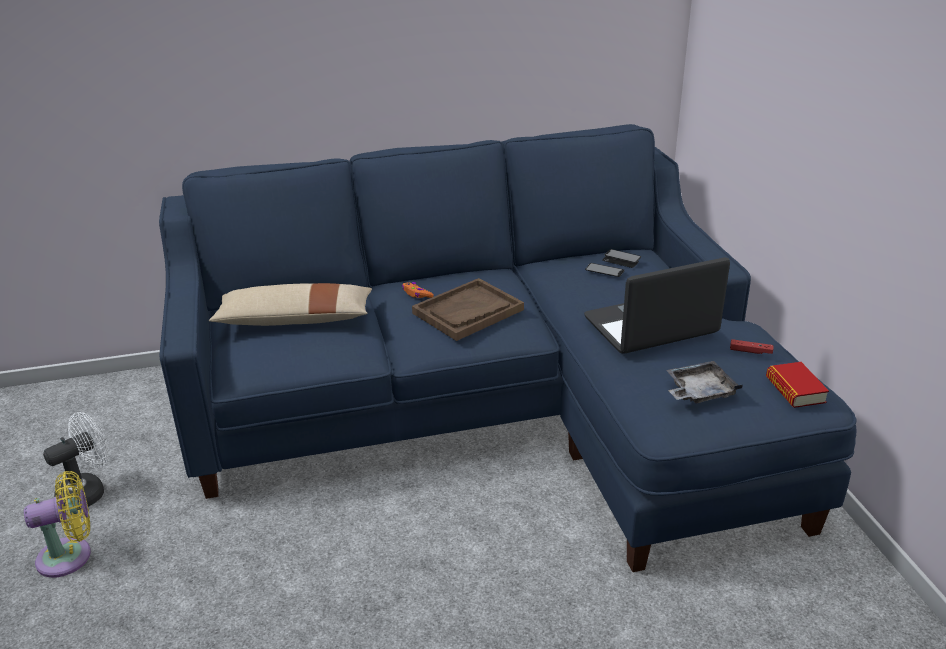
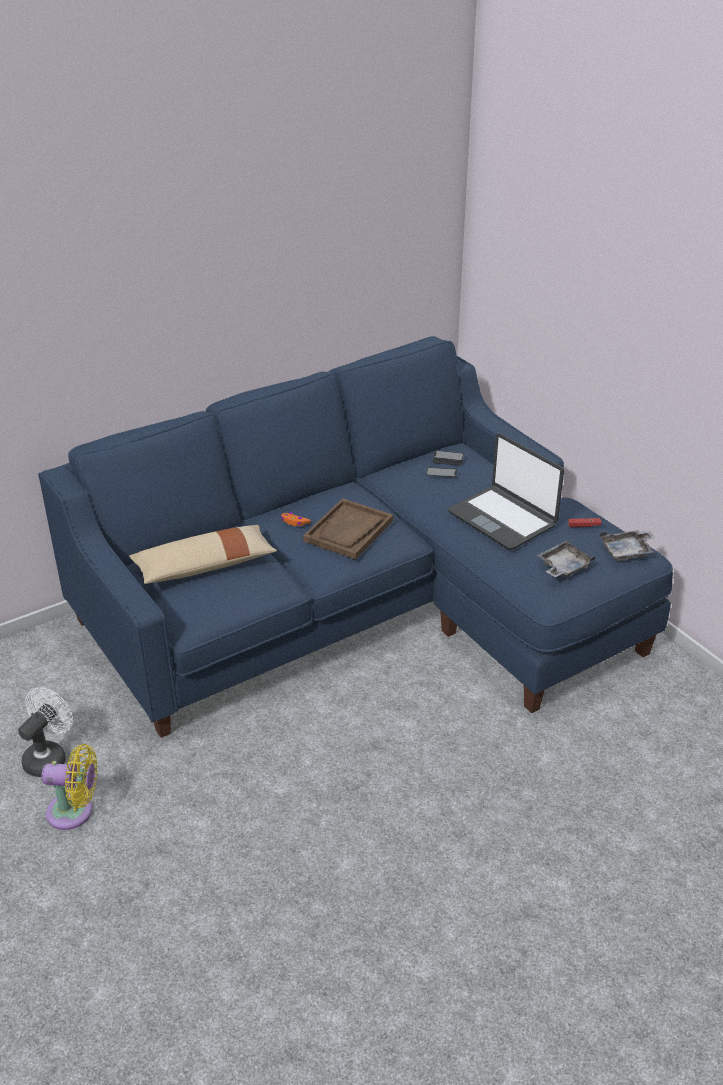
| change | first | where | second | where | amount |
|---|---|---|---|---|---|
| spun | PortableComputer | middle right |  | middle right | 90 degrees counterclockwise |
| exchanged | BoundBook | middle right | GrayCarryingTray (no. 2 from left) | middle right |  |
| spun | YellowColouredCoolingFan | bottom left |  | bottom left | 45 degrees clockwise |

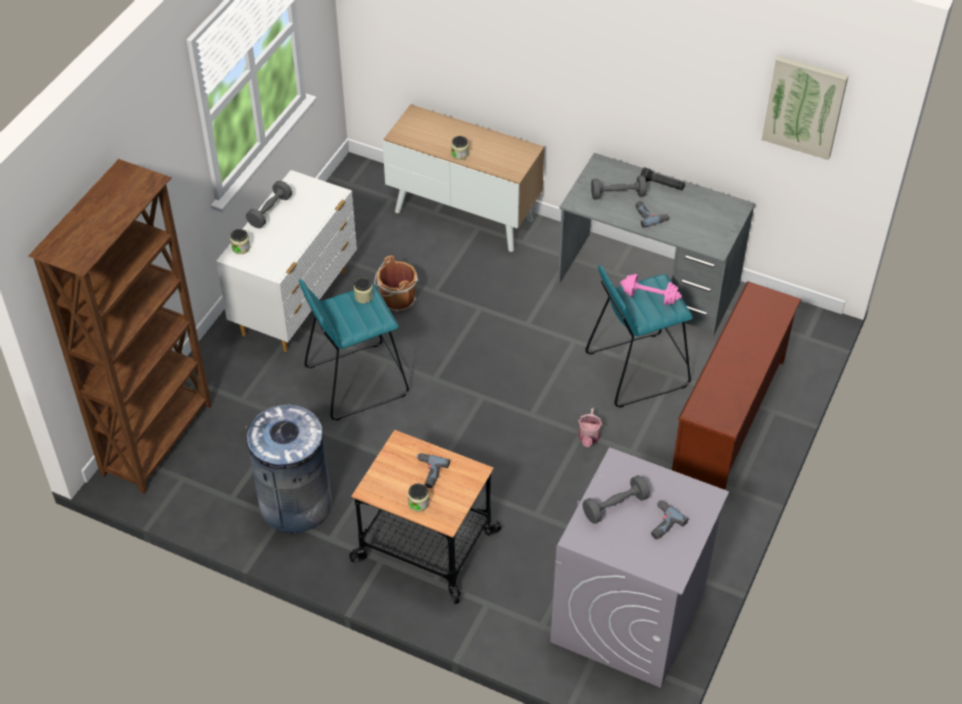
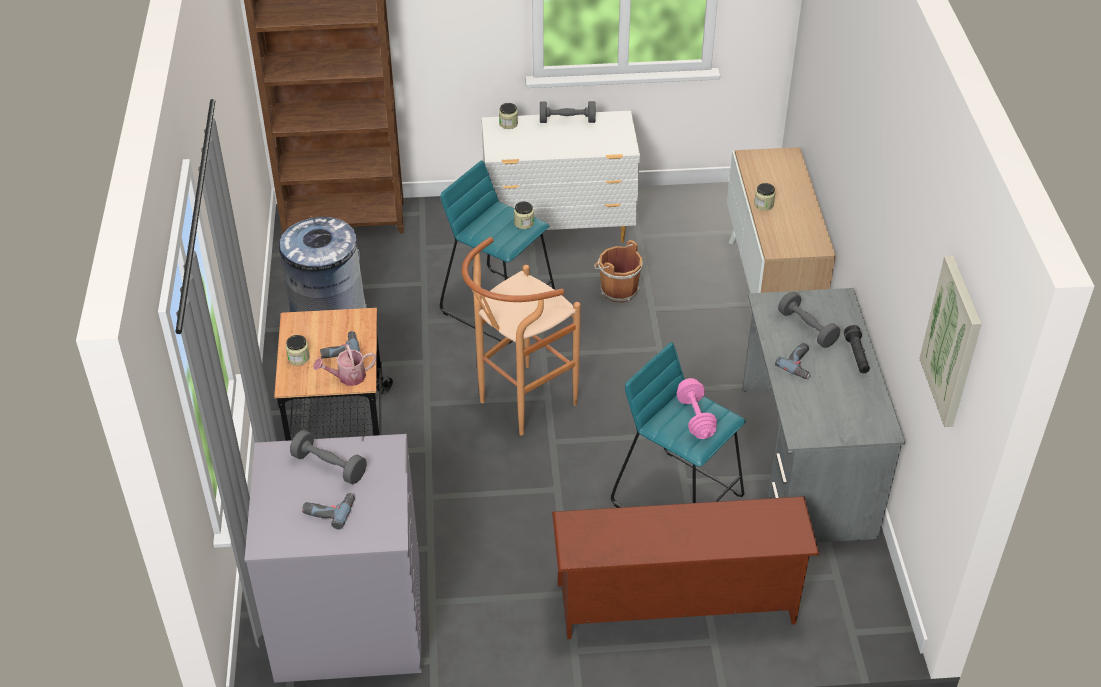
| change | first | where | second | where | amount |
|---|---|---|---|---|---|
| relocated | SprinklingCan | centre |  | middle left |  |
| appeared |  |  | BrownStool | centre |  |

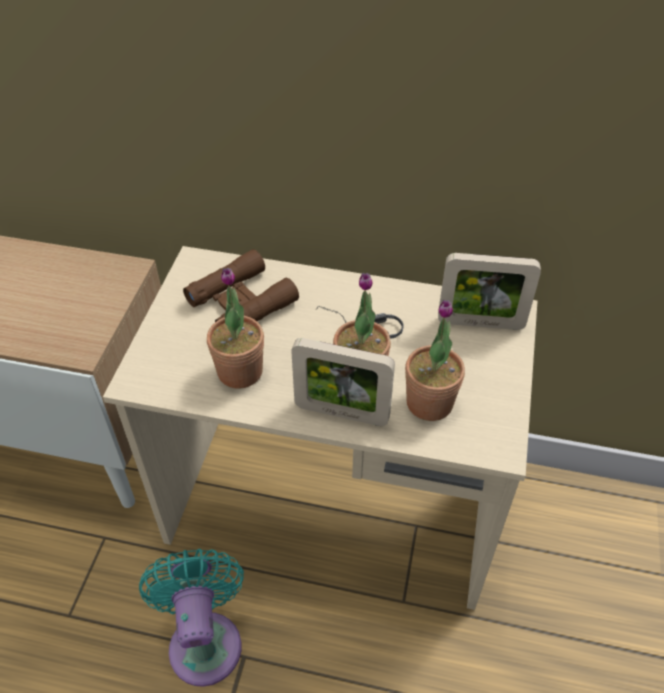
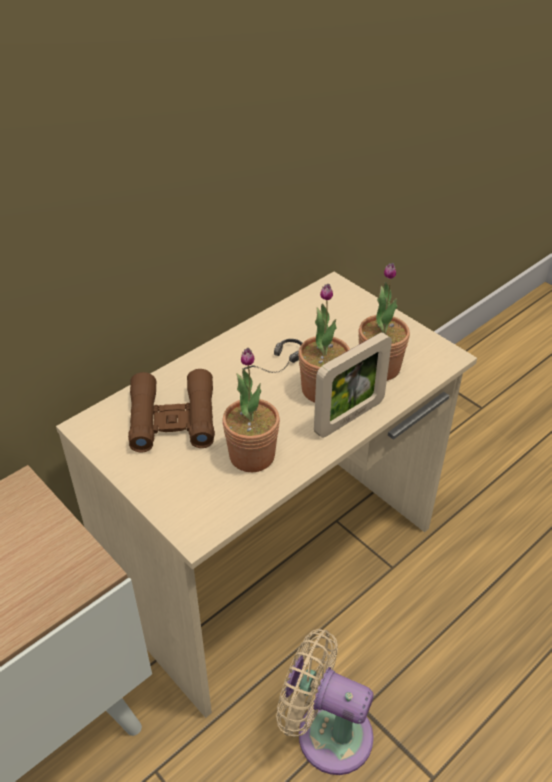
| change | first | where | second | where | amount |
|---|---|---|---|---|---|
| missing | PictureFrame (no. 2 from left) | middle right |  |  |  |
| colour | BlueGreenCoolingFan | bottom left | BeigeColouredCoolingFan | bottom centre |  |

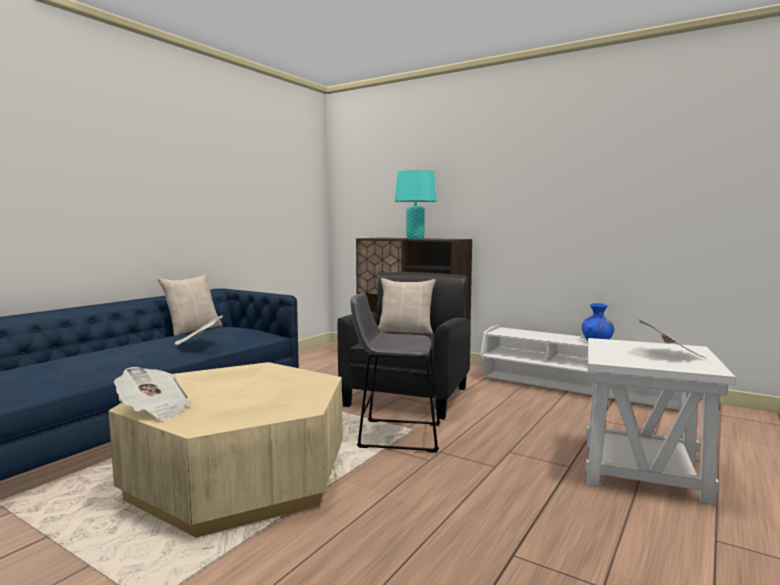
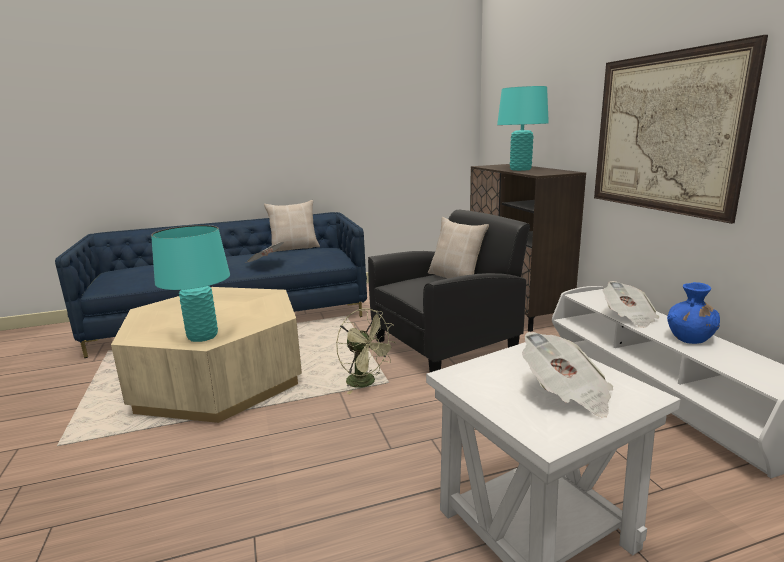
| change | first | where | second | where | amount |
|---|---|---|---|---|---|
| exchanged | GrayStool | centre | GreenColouredCoolingFan | centre |  |
| relocated | PrintedPaper (no. 1 from left in the first image) | bottom left | PrintedPaper (no. 3 from left) | middle right |  |
| appeared |  |  | Picture | top right |  |
| appeared |  |  | BlueGreenLampForATable (no. 1 from left) | middle left |  |

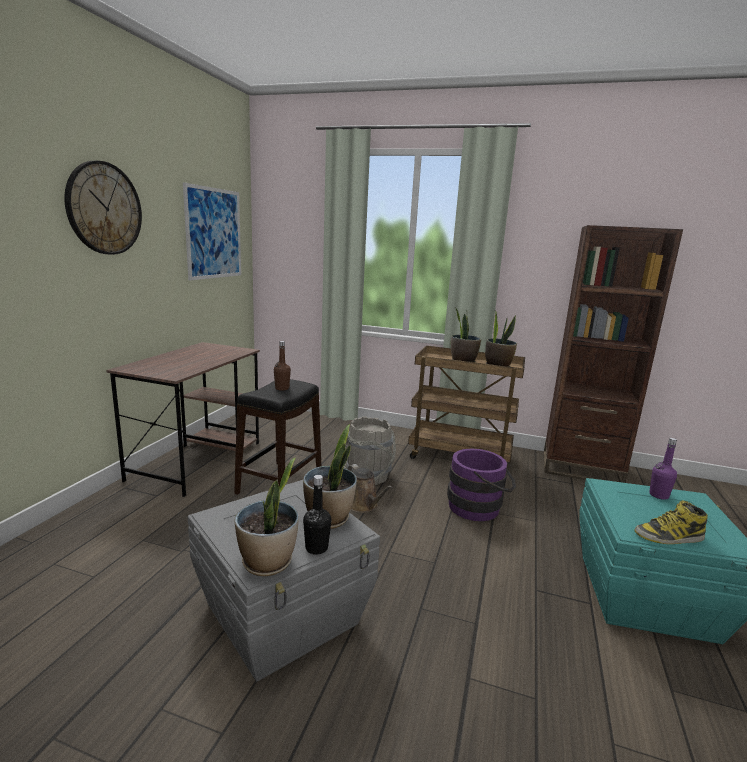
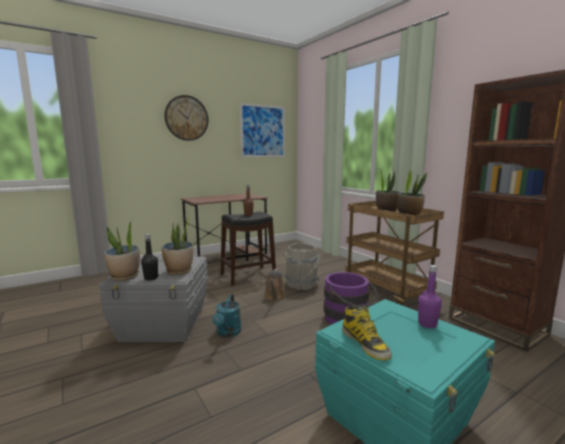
| change | first | where | second | where | amount |
|---|---|---|---|---|---|
| spun | TallBoot | bottom right |  | bottom centre | 150 degrees counterclockwise |
| appeared |  |  | BlueGreenSprinklingCan | bottom centre |  |

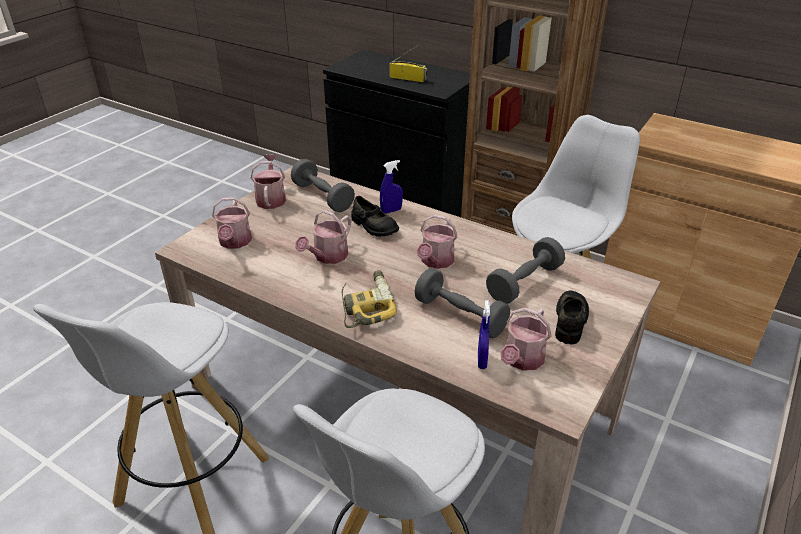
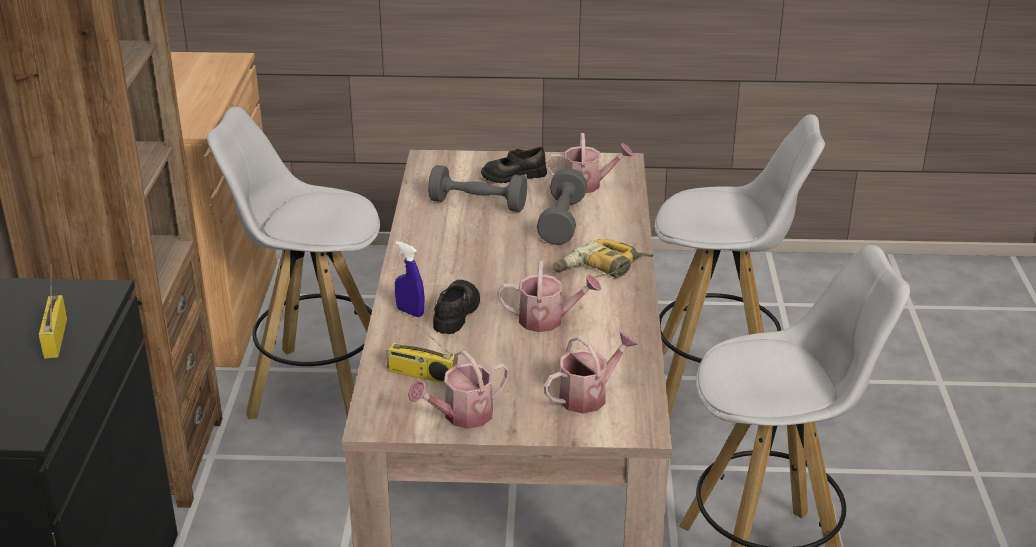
| change | first | where | second | where | amount |
|---|---|---|---|---|---|
| exchanged | GrayFreeWeight (no. 1 from left) | centre | RadioReceiver (no. 2 from left) | centre |  |
| missing | SprinklingCan (no. 4 from left) | centre |  |  |  |
| missing | BlueColouredHandSprayer (no. 2 from left) | centre |  |  |  |

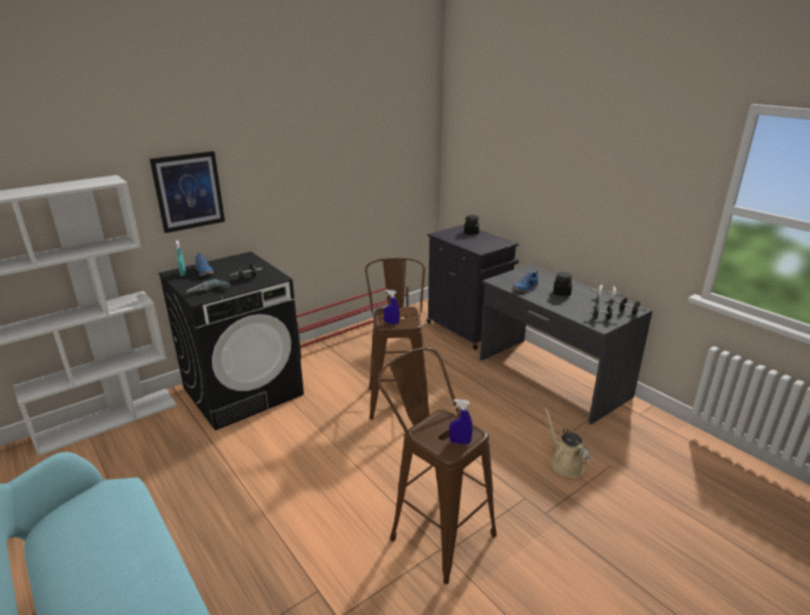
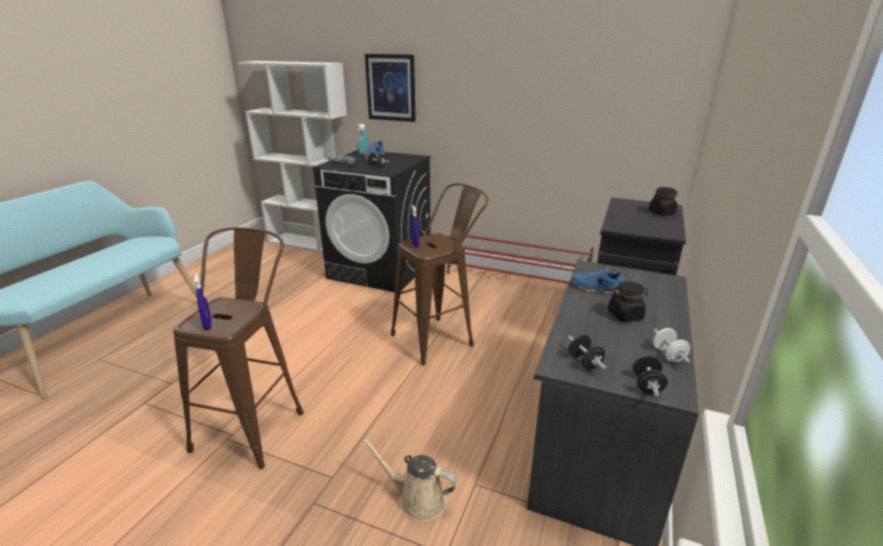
| change | first | where | second | where | amount |
|---|---|---|---|---|---|
| spun | BeigeColouredSprinklingCan | bottom right |  | bottom centre | 105 degrees counterclockwise |

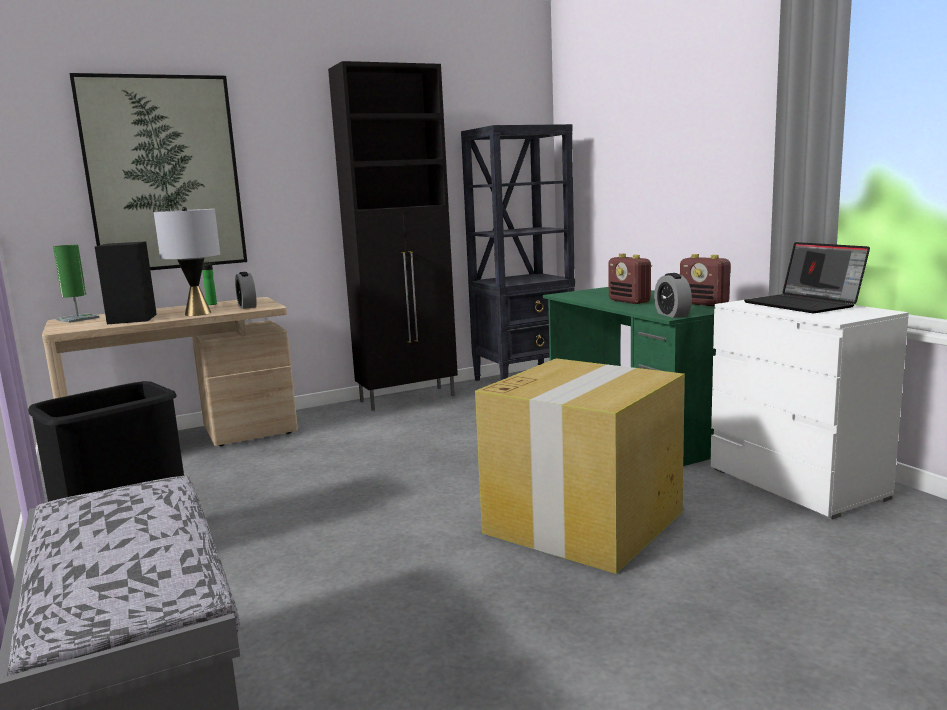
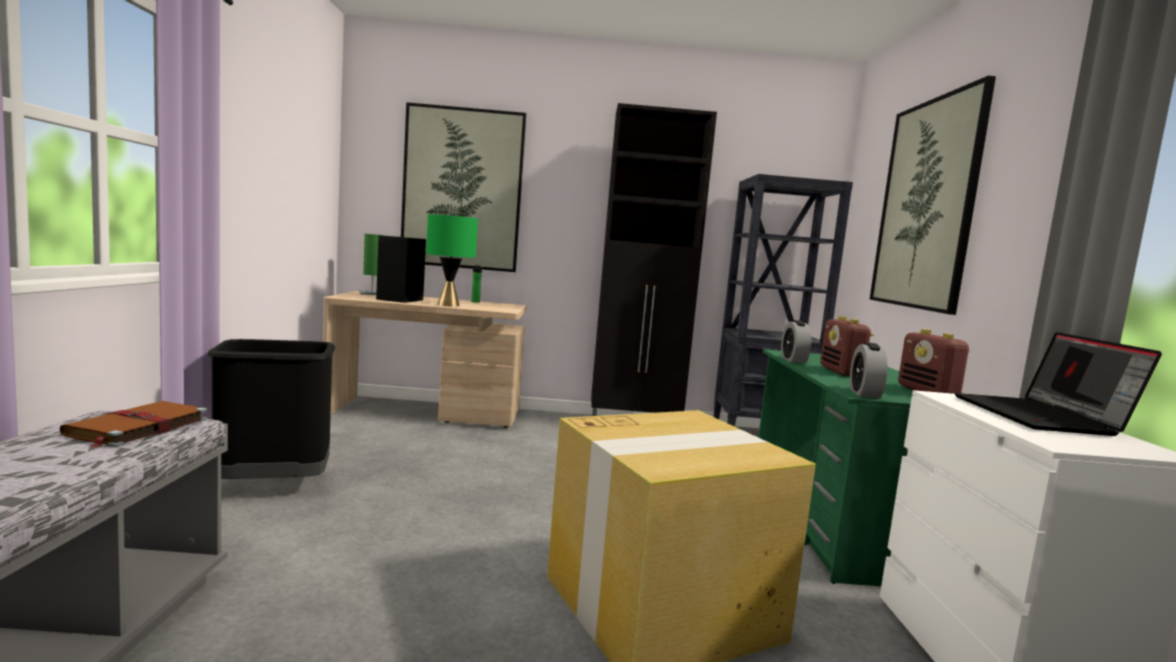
| change | first | where | second | where | amount |
|---|---|---|---|---|---|
| colour | GrayLampForATable | middle left | GreenColouredLampForATable (no. 2 from left) | centre |  |
| relocated | BedsideClock (no. 1 from left) | middle left |  | middle right |  |
| appeared |  |  | Picture (no. 2 from left) | top right |  |
| appeared |  |  | BrownBoundBook | middle left |  |

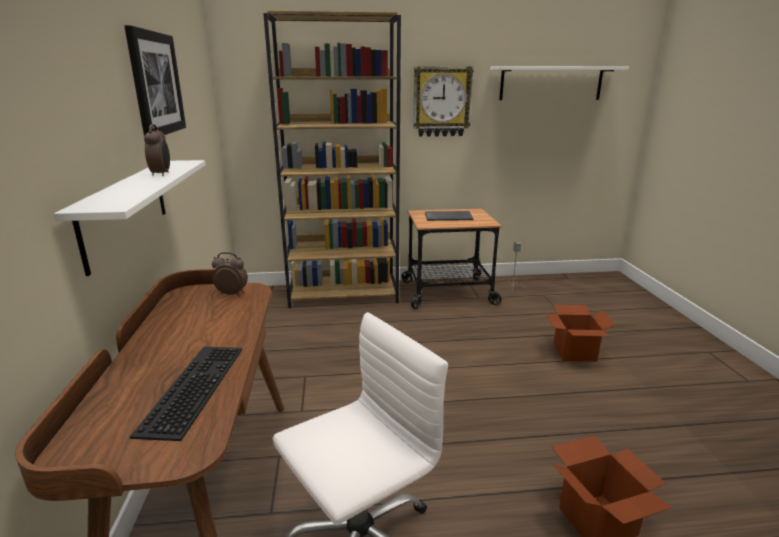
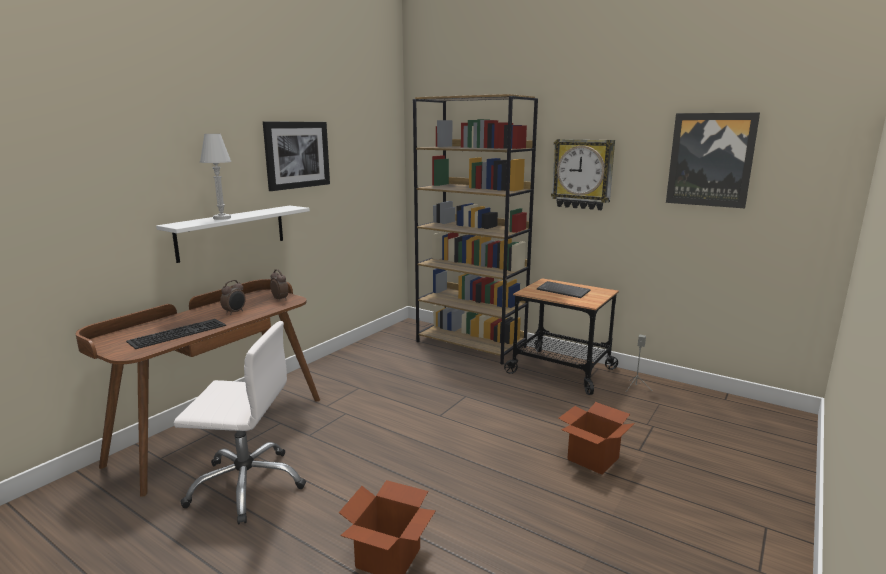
| change | first | where | second | where | amount |
|---|---|---|---|---|---|
| exchanged | WhiteShelf (no. 2 from left) | top right | Picture (no. 2 from left) | top right |  |
| relocated | BedsideClock (no. 1 from left) | top left |  | middle left |  |
| appeared |  |  | WhiteLampForATable | top left |  |

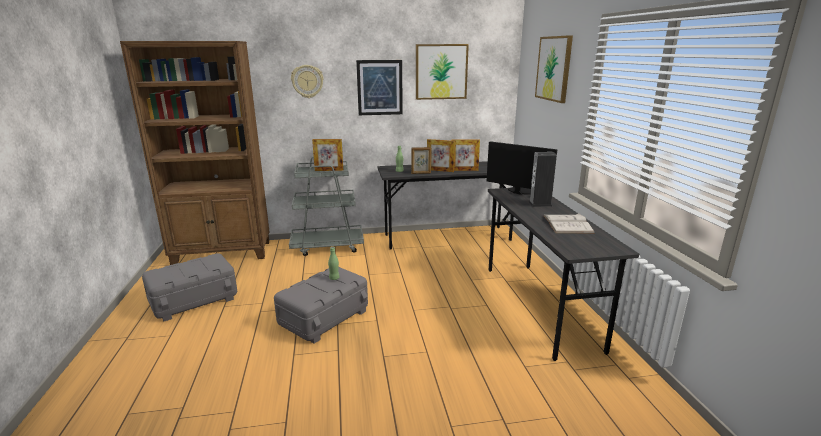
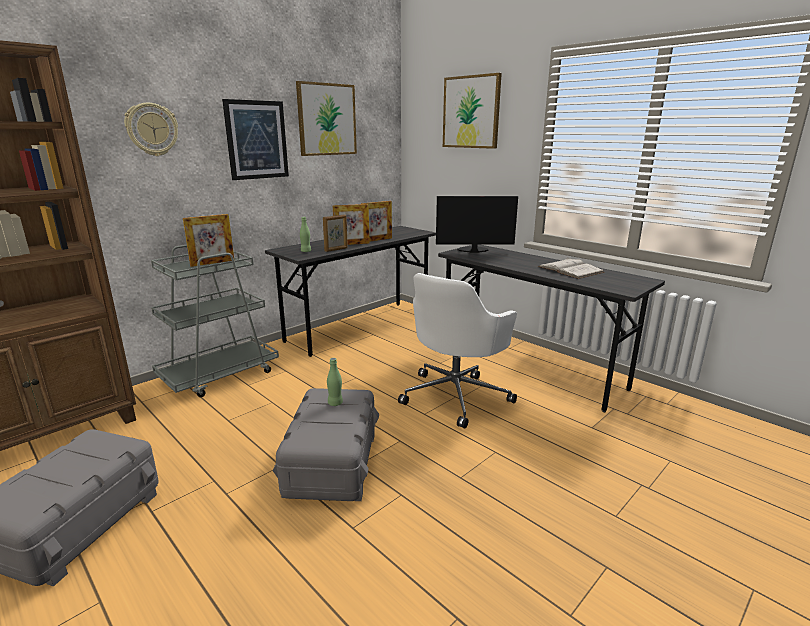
| change | first | where | second | where | amount |
|---|---|---|---|---|---|
| missing | Loudspeaker | centre |  |  |  |
| appeared |  |  | WhiteComputerChair | centre |  |

